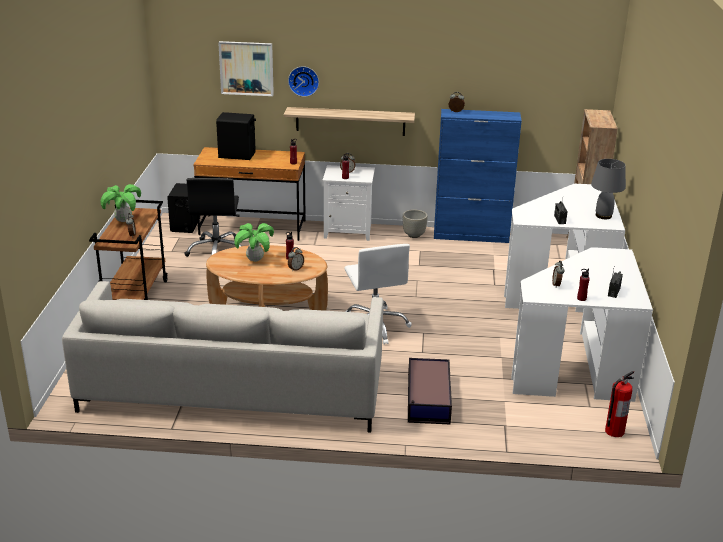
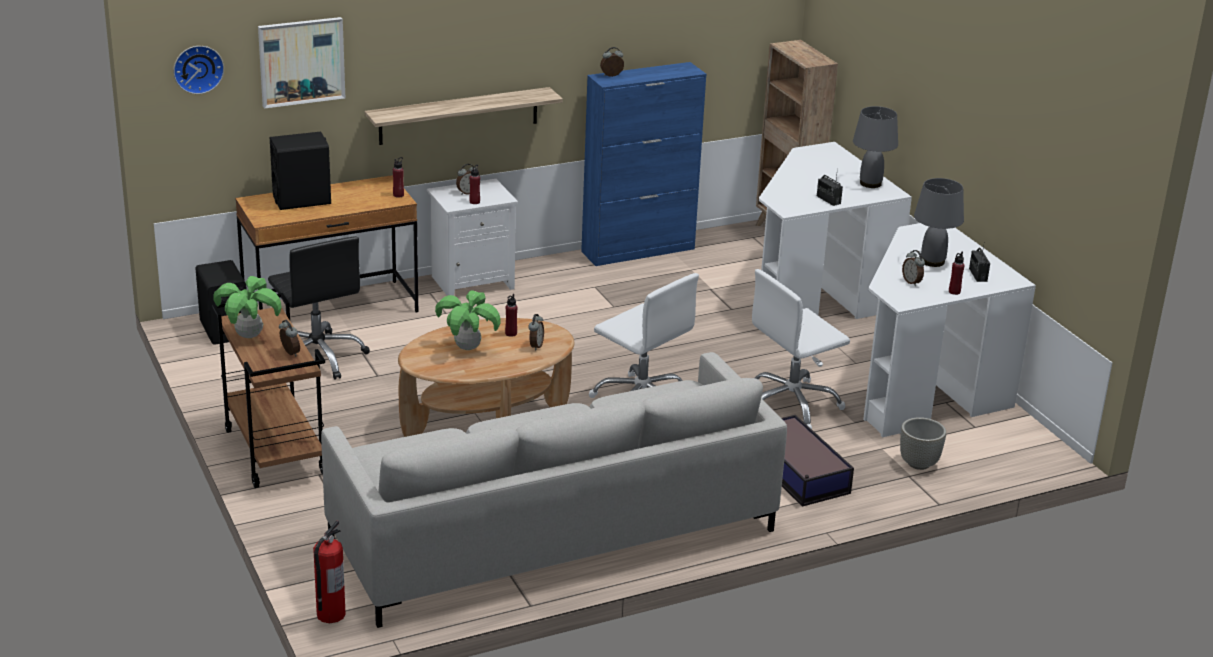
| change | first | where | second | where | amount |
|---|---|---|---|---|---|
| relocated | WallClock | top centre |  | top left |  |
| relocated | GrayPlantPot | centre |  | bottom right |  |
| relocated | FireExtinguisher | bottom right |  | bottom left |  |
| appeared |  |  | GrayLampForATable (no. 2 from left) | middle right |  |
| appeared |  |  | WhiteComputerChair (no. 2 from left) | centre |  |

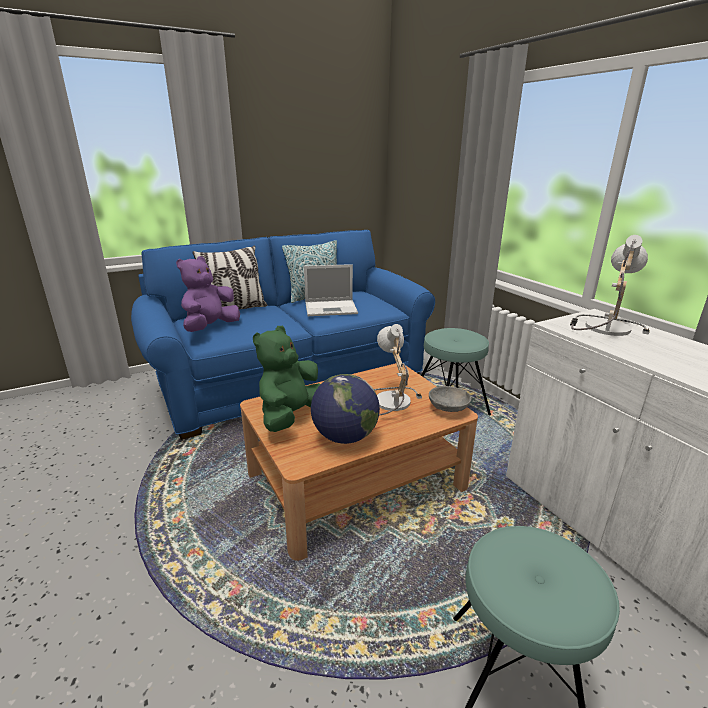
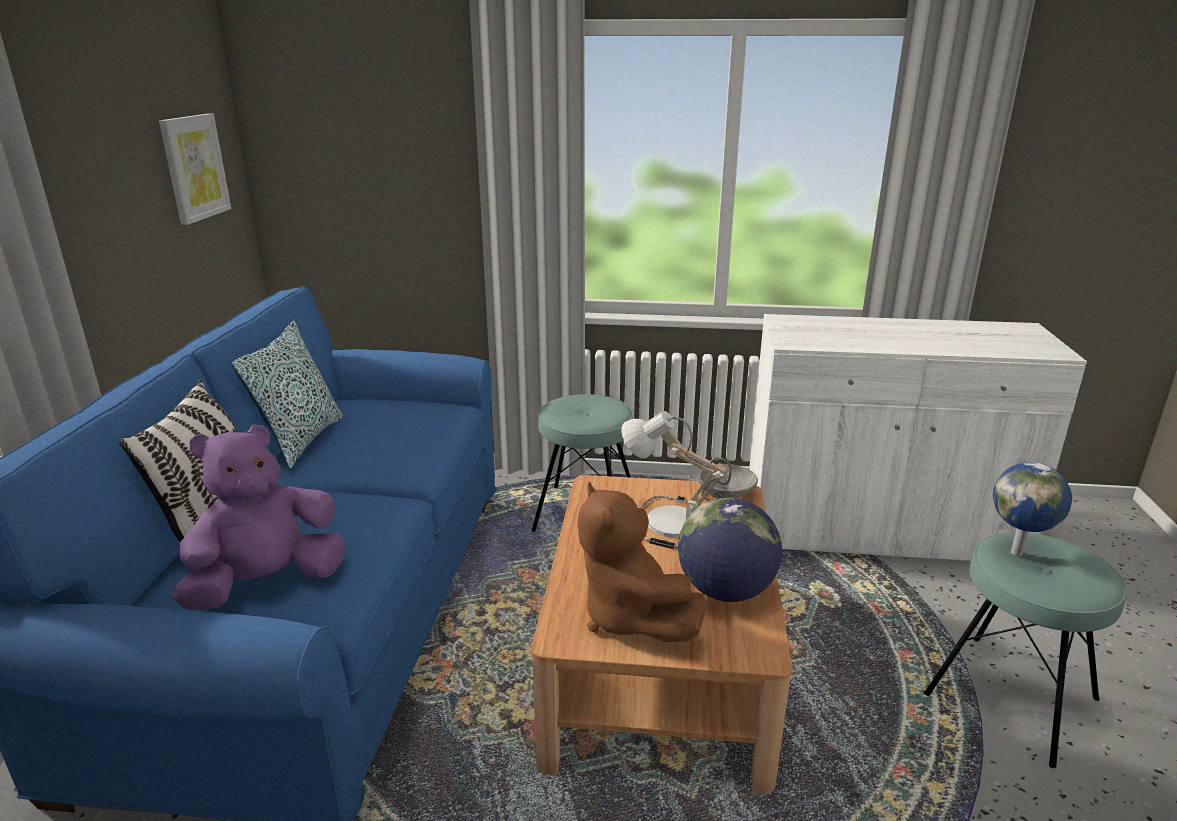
| change | first | where | second | where | amount |
|---|---|---|---|---|---|
| missing | LampForATable (no. 2 from left) | middle right |  |  |  |
| spun | PurpleCuddlyToy | middle left |  | middle left | 75 degrees clockwise |
| missing | PortableComputer | centre |  |  |  |
| colour | GreenColouredCuddlyToy | centre | BrownCuddlyToy | bottom centre |  |
| appeared |  |  | Picture | top left |  |
| appeared |  |  | Globe (no. 2 from left) | middle right |  |

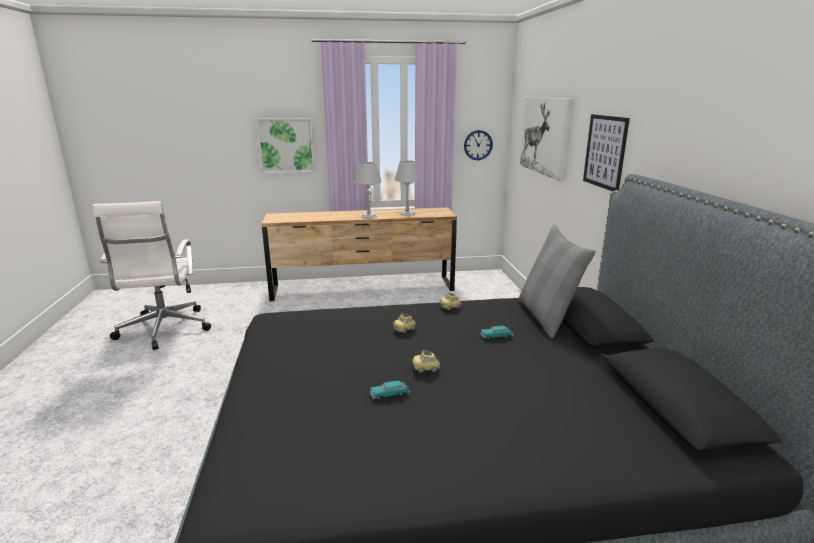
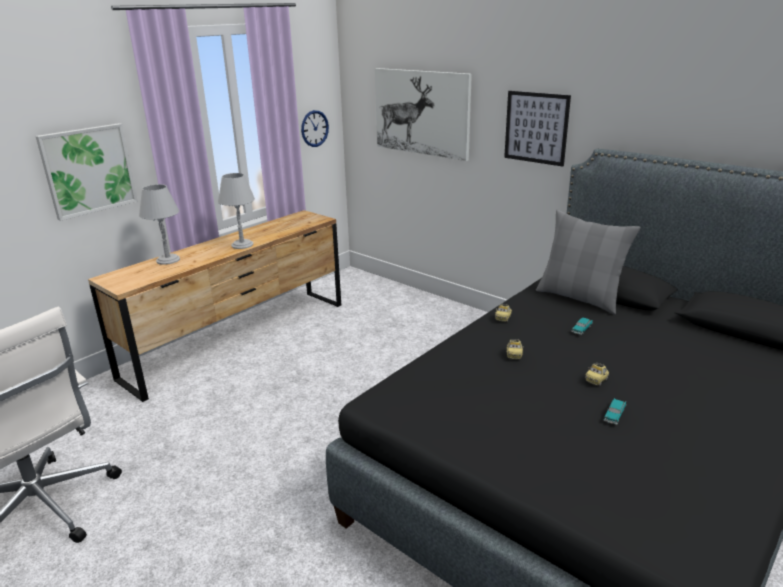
| change | first | where | second | where | amount |
|---|---|---|---|---|---|
| relocated | GrayLampForATable (no. 2 from left in the first image) | centre | GrayLampForATable (no. 1 from left) | middle left |  |

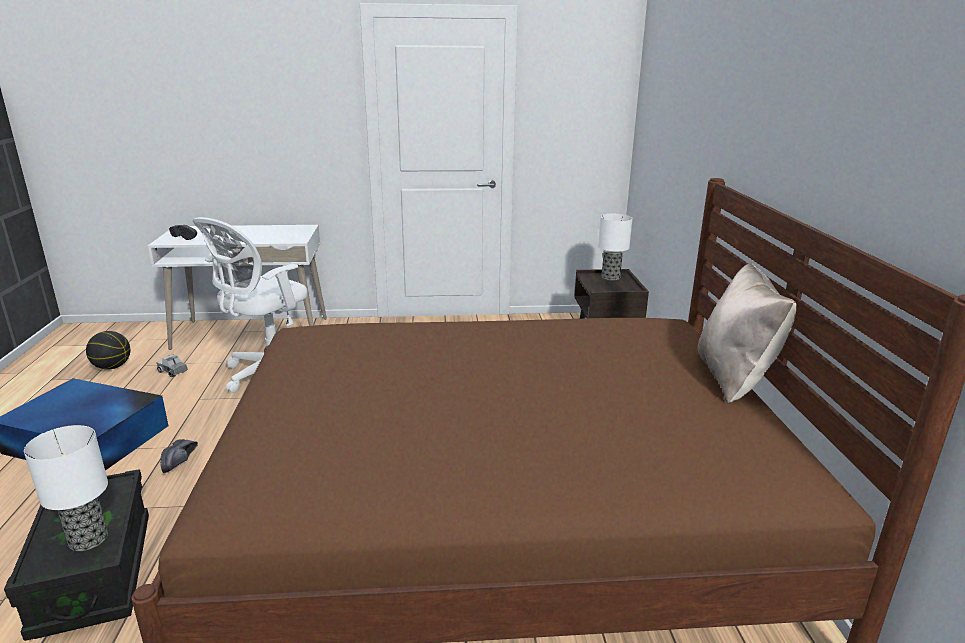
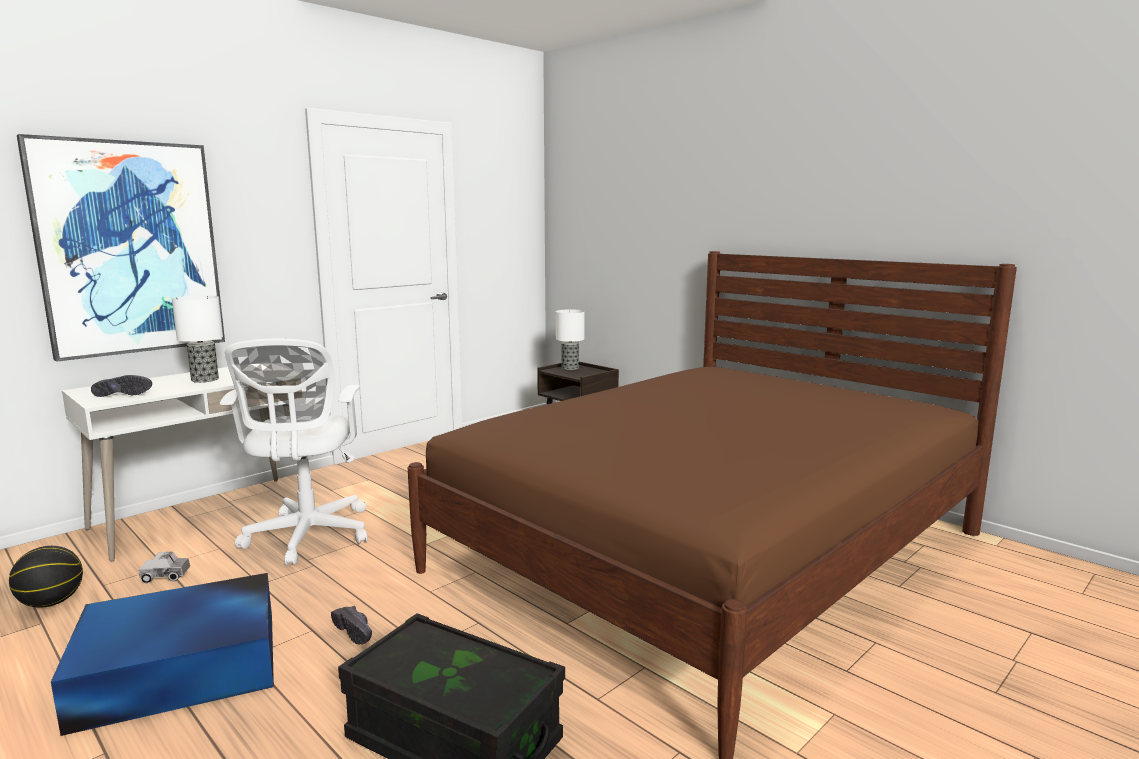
| change | first | where | second | where | amount |
|---|---|---|---|---|---|
| missing | BeigeColouredPillow | middle right |  |  |  |
| relocated | LampForATable (no. 1 from left) | bottom left |  | middle left |  |
| appeared |  |  | Picture | top left |  |

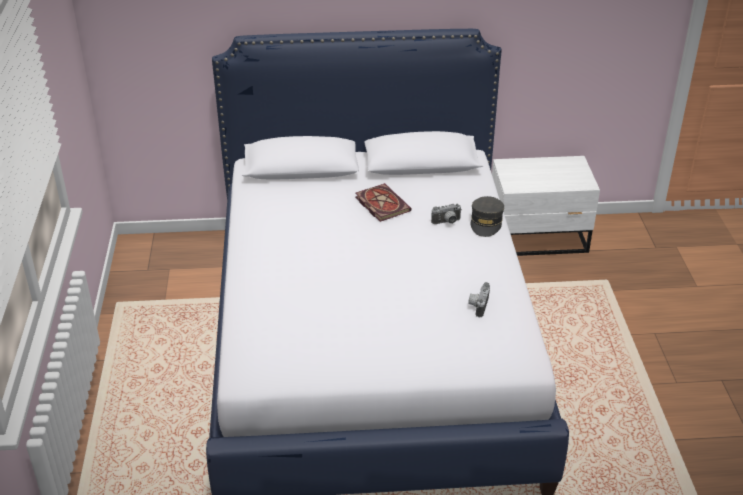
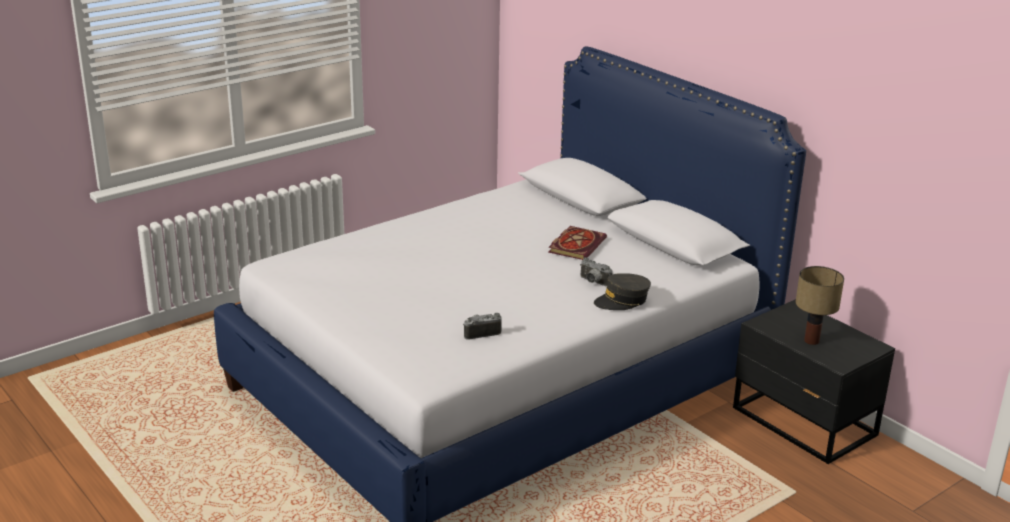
| change | first | where | second | where | amount |
|---|---|---|---|---|---|
| colour | WhiteBedsideTable | middle right | BlackColouredBedsideTable | bottom right |  |
| appeared |  |  | LampForATable | middle right |  |

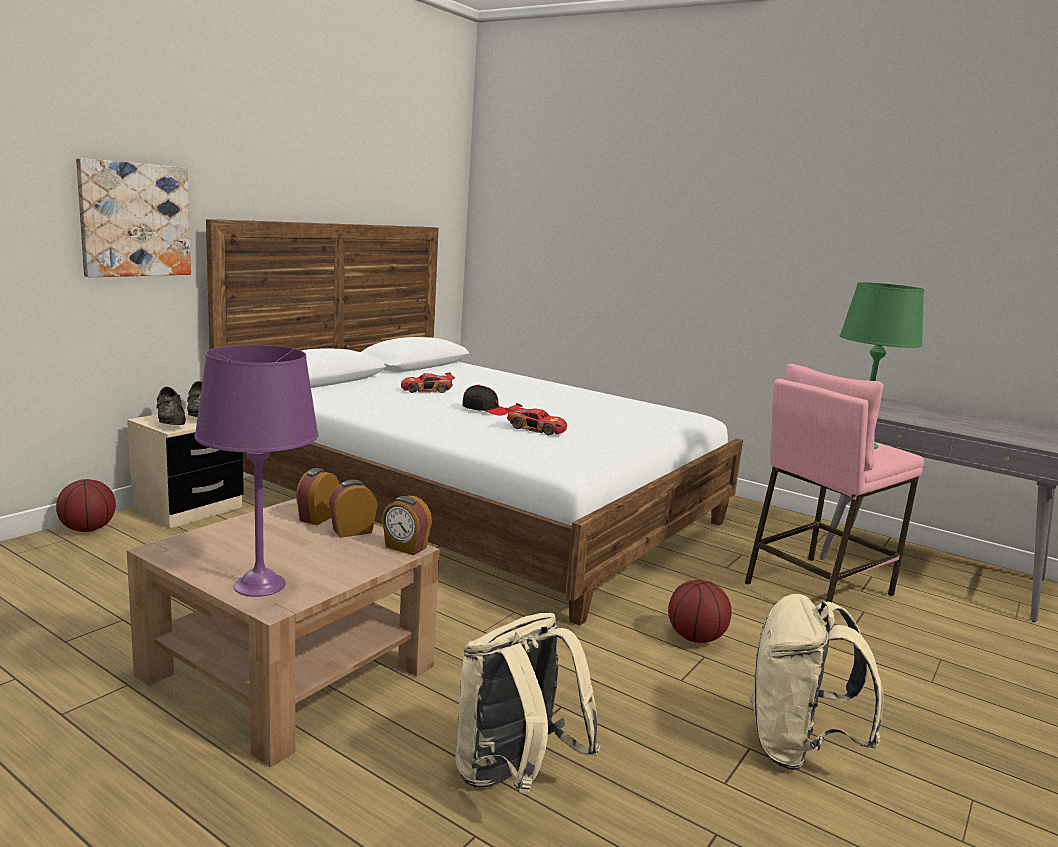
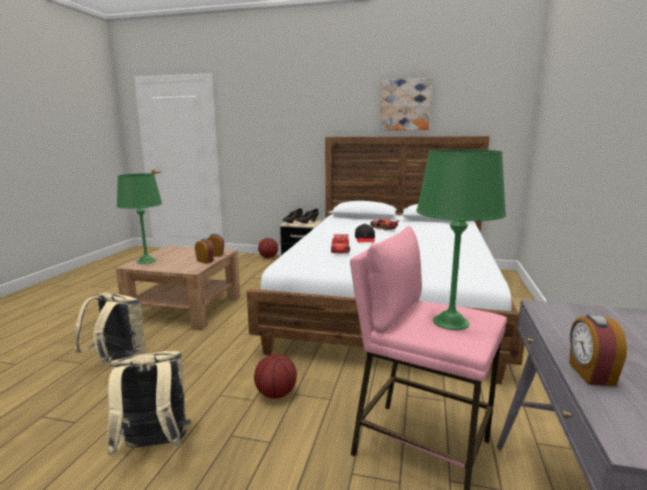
| change | first | where | second | where | amount |
|---|---|---|---|---|---|
| relocated | Picture | top left |  | top centre |  |
| colour | PurpleLampForATable | middle left | GreenColouredLampForATable (no. 1 from left) | middle left |  |
| relocated | BedsideClock (no. 3 from left) | centre |  | bottom right |  |

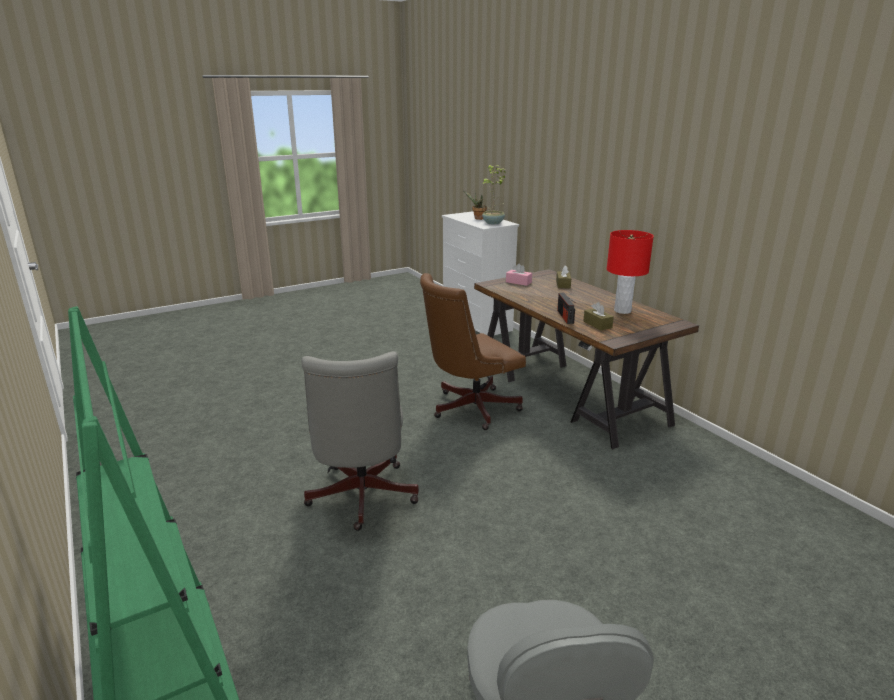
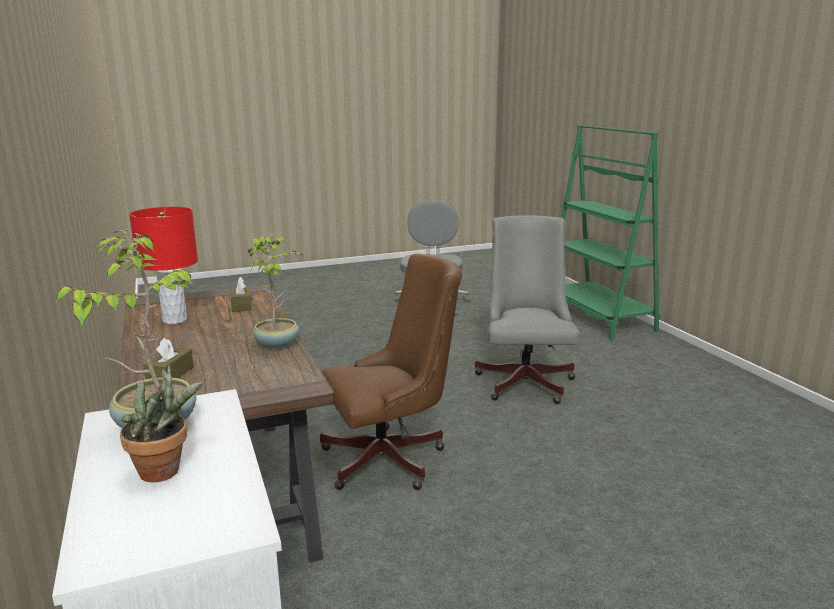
| change | first | where | second | where | amount |
|---|---|---|---|---|---|
| missing | PinkTissueBox | centre |  |  |  |
| missing | RadioReceiver | centre |  |  |  |
| appeared |  |  | Houseplant (no. 3 from left) | middle left |  |

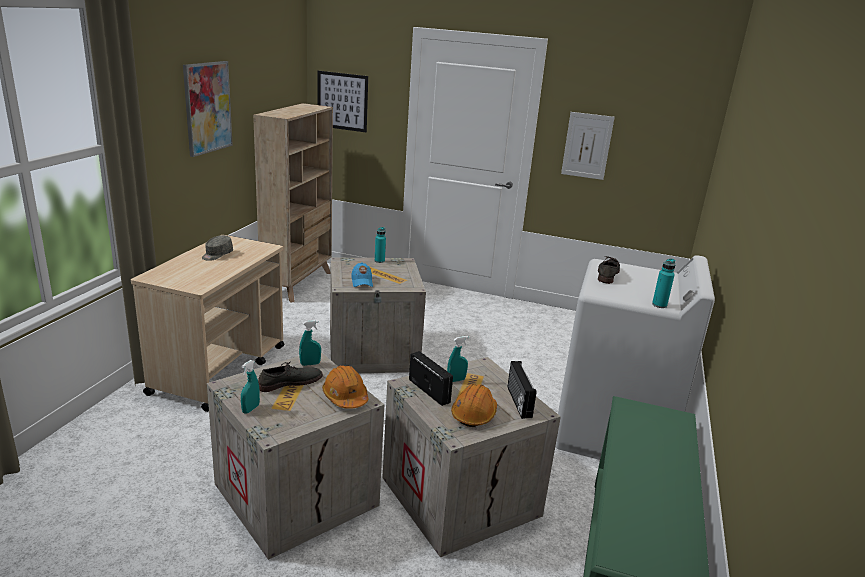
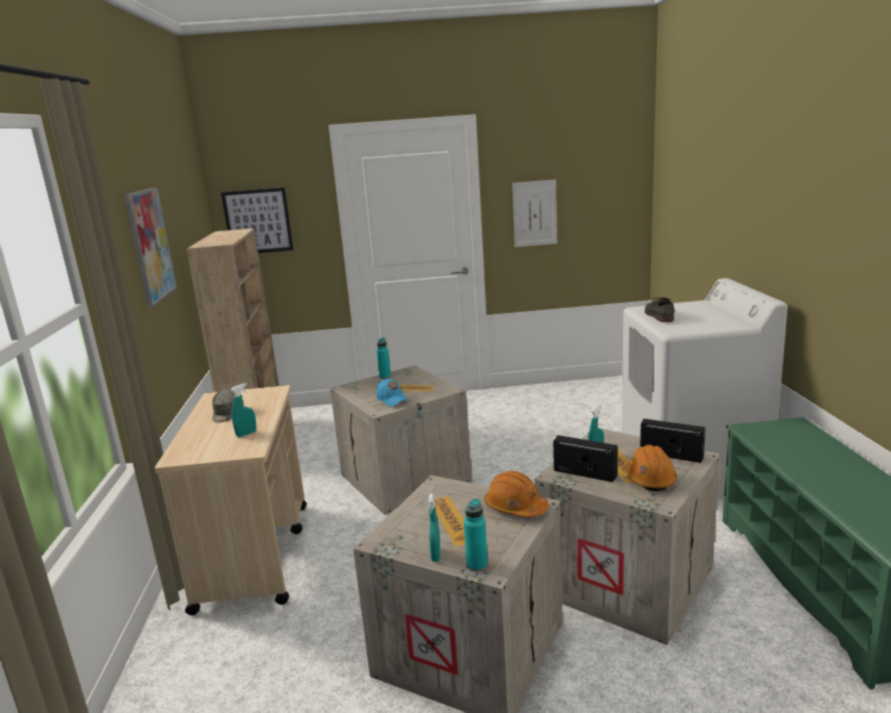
| change | first | where | second | where | amount |
|---|---|---|---|---|---|
| relocated | BlueGreenDrinkBottle (no. 2 from left) | middle right |  | bottom centre |  |
| relocated | BlueGreenHandSprayer (no. 2 from left in the first image) | centre | BlueGreenHandSprayer (no. 1 from left) | middle left |  |
| missing | GrayItemOfFootwear (no. 1 from left) | centre |  |  |  |
| spun | RadioReceiver (no. 2 from left) | bottom centre |  | middle right | 150 degrees clockwise |

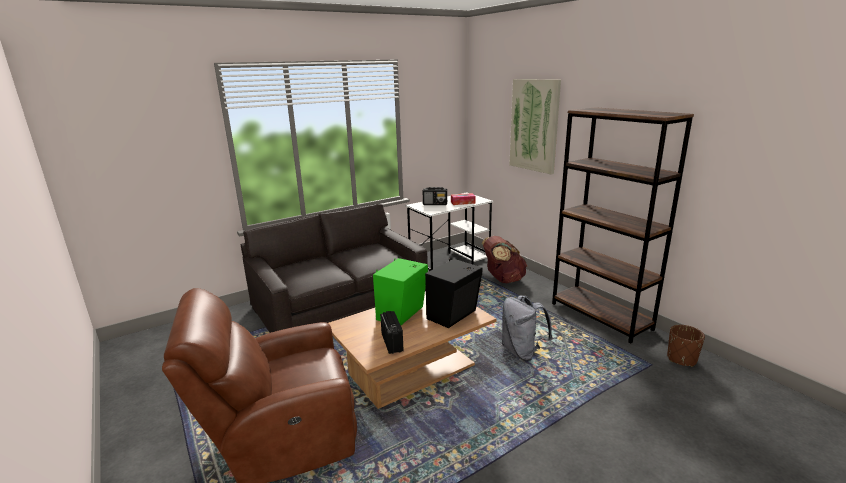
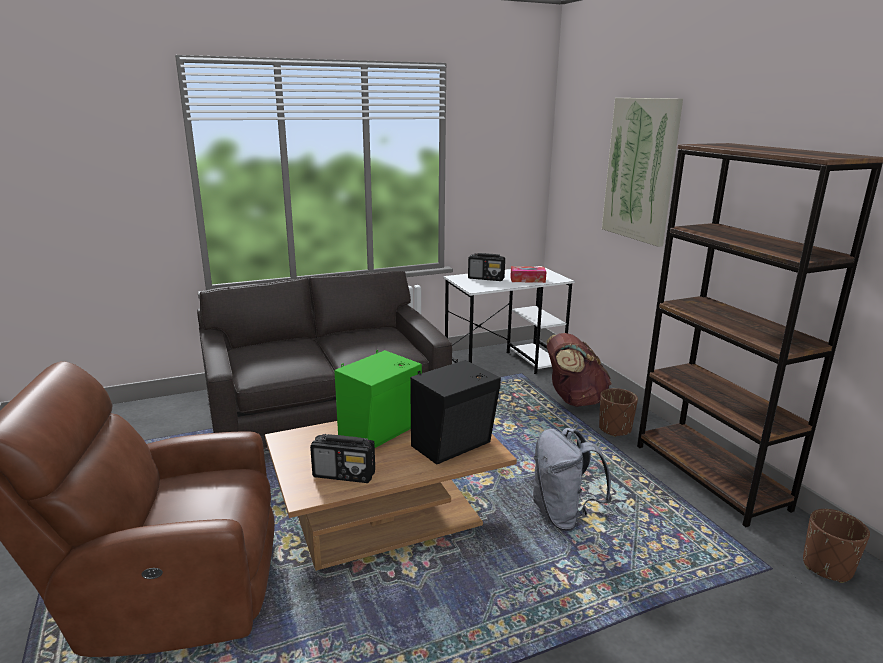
| change | first | where | second | where | amount |
|---|---|---|---|---|---|
| spun | RadioReceiver (no. 1 from left) | bottom centre |  | bottom centre | 105 degrees clockwise |
| appeared |  |  | BrownPlantPot (no. 1 from left) | middle right |  |

